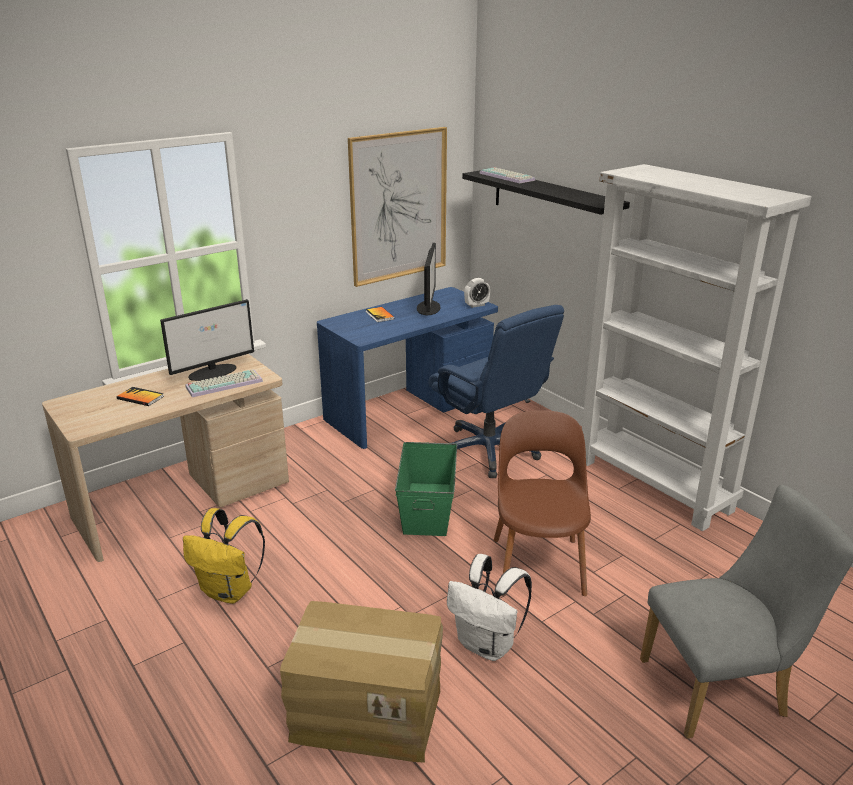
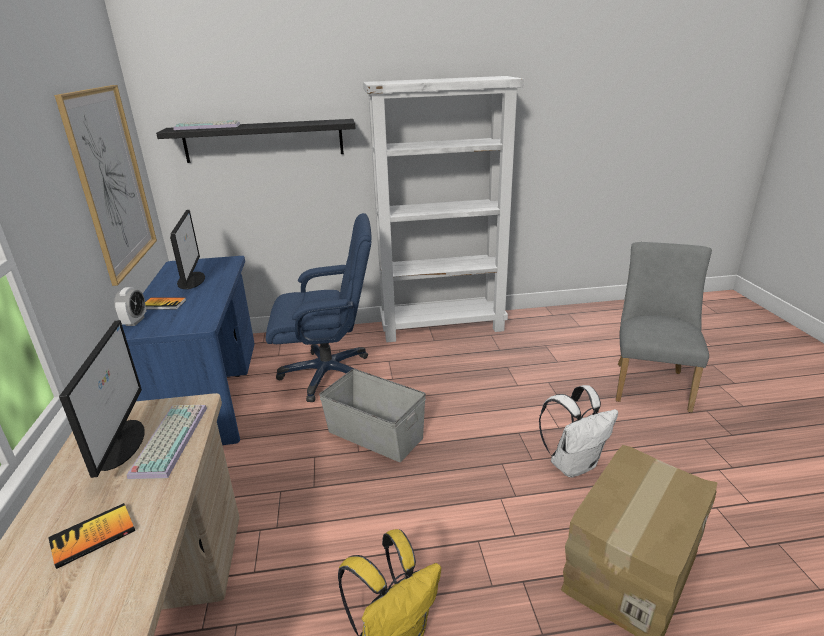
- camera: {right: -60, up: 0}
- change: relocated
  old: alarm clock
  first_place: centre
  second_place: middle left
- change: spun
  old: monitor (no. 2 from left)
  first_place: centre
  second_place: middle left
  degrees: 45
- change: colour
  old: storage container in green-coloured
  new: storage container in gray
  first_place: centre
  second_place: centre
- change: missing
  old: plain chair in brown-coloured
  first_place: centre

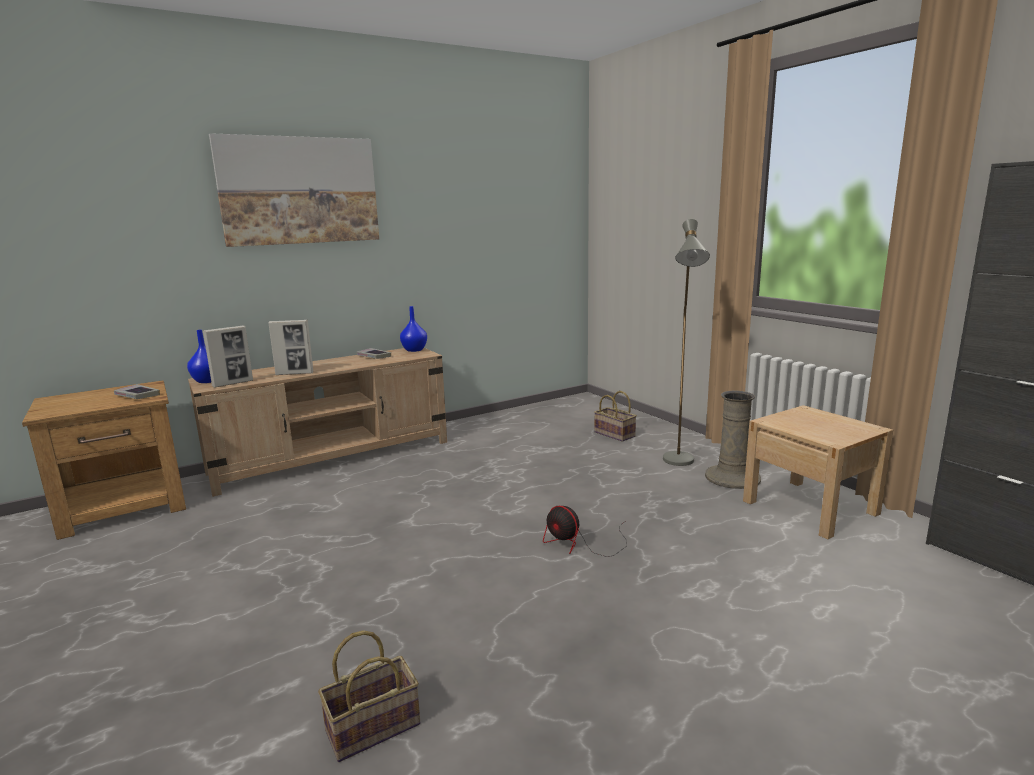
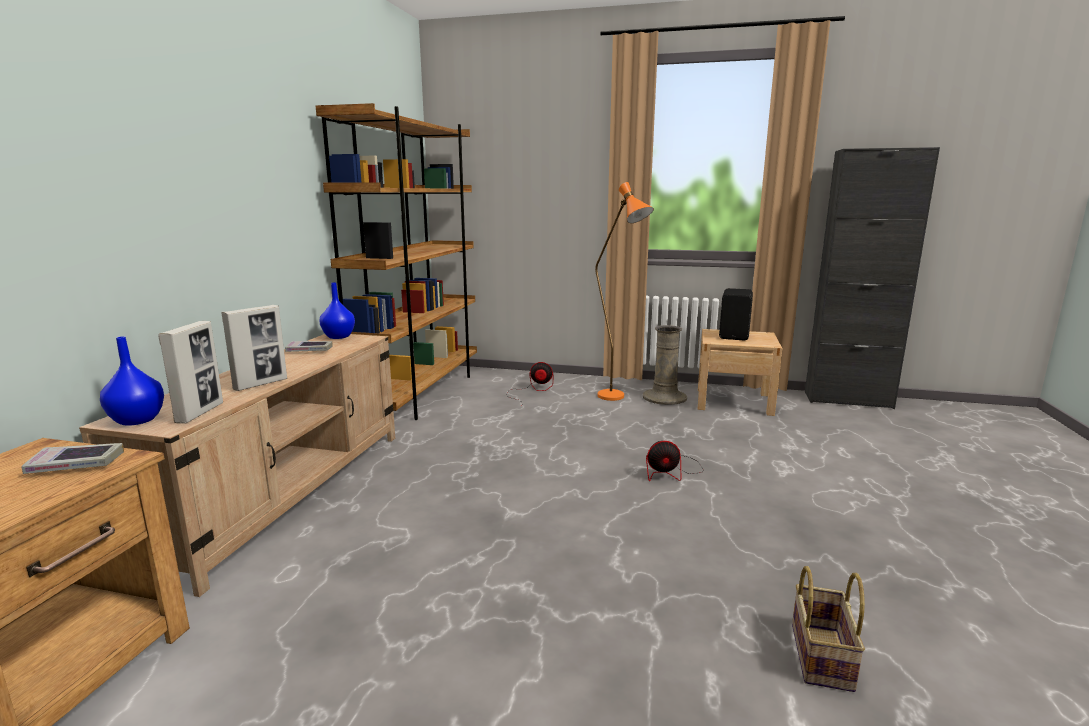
- camera: {right: -45, up: 0}
- change: appeared
  new: bookcase in brown-coloured
  second_place: centre
- change: exchanged
  old: basket (no. 2 from left)
  new: cooling fan (no. 1 from left)
  first_place: centre
  second_place: centre
- change: colour
  old: standing lamp in gray
  new: standing lamp in orangey
  first_place: centre
  second_place: centre
- change: appeared
  new: speaker in blackish
  second_place: middle right
- change: missing
  old: picture
  first_place: top left

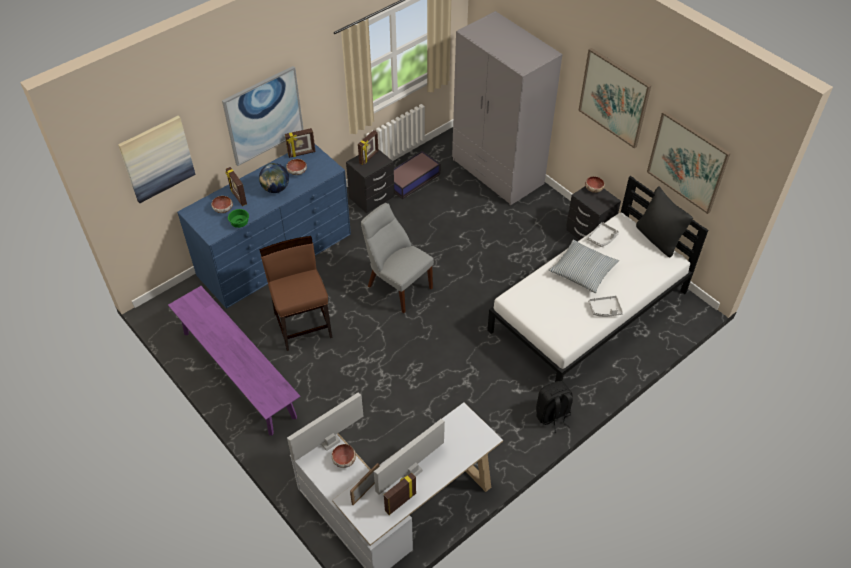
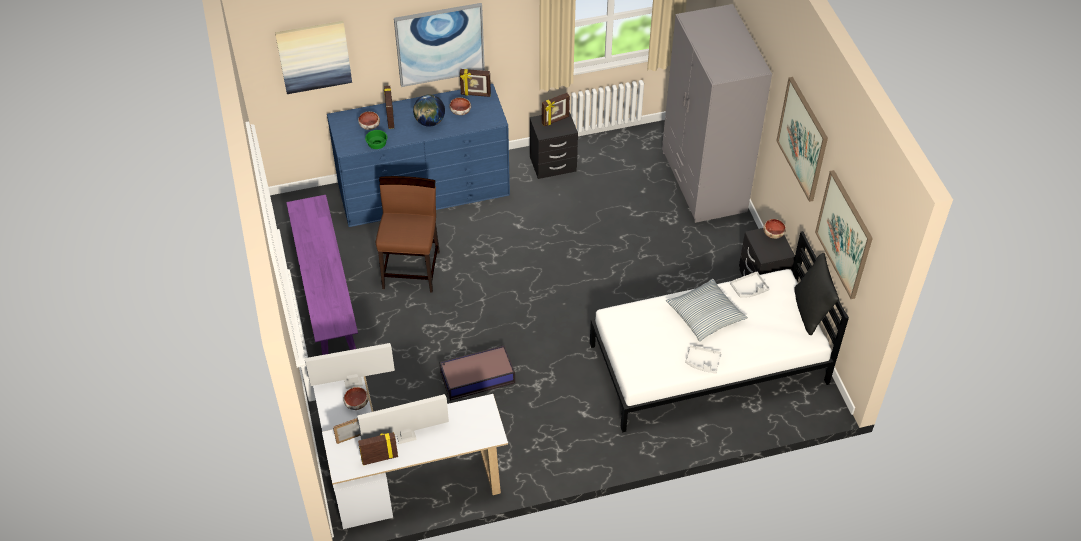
- camera: {right: 25, up: 0}
- change: relocated
  old: storage container
  first_place: top centre
  second_place: bottom centre
- change: missing
  old: plain chair in gray
  first_place: centre
- change: missing
  old: rucksack in blackish
  first_place: bottom centre

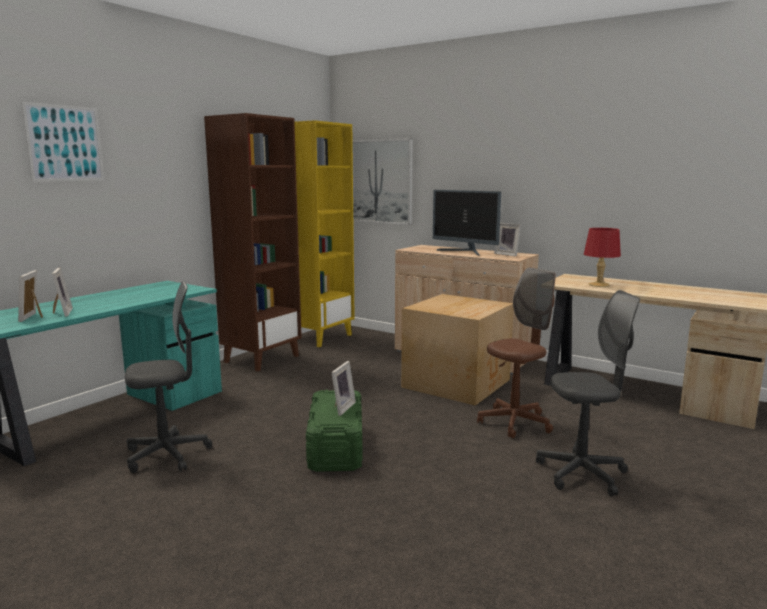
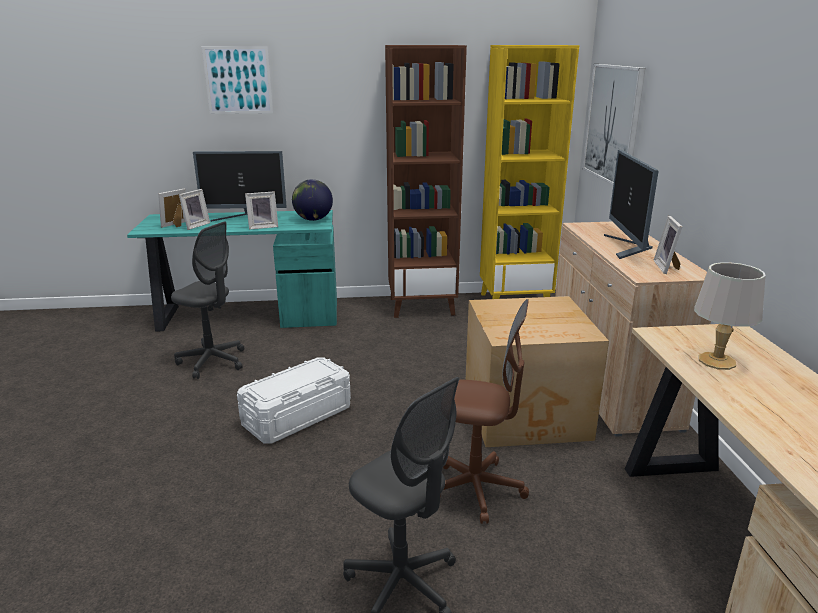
- camera: {right: 50, up: 10}
- change: appeared
  new: monitor (no. 1 from left)
  second_place: top left
- change: colour
  old: storage container in green-coloured
  new: storage container in white-coloured
  first_place: bottom centre
  second_place: centre
- change: relocated
  old: standing frame (no. 3 from left)
  first_place: centre
  second_place: middle left
- change: appeared
  new: world globe
  second_place: top centre
- change: colour
  old: table lamp in reddish
  new: table lamp in gray
  first_place: middle right
  second_place: middle right

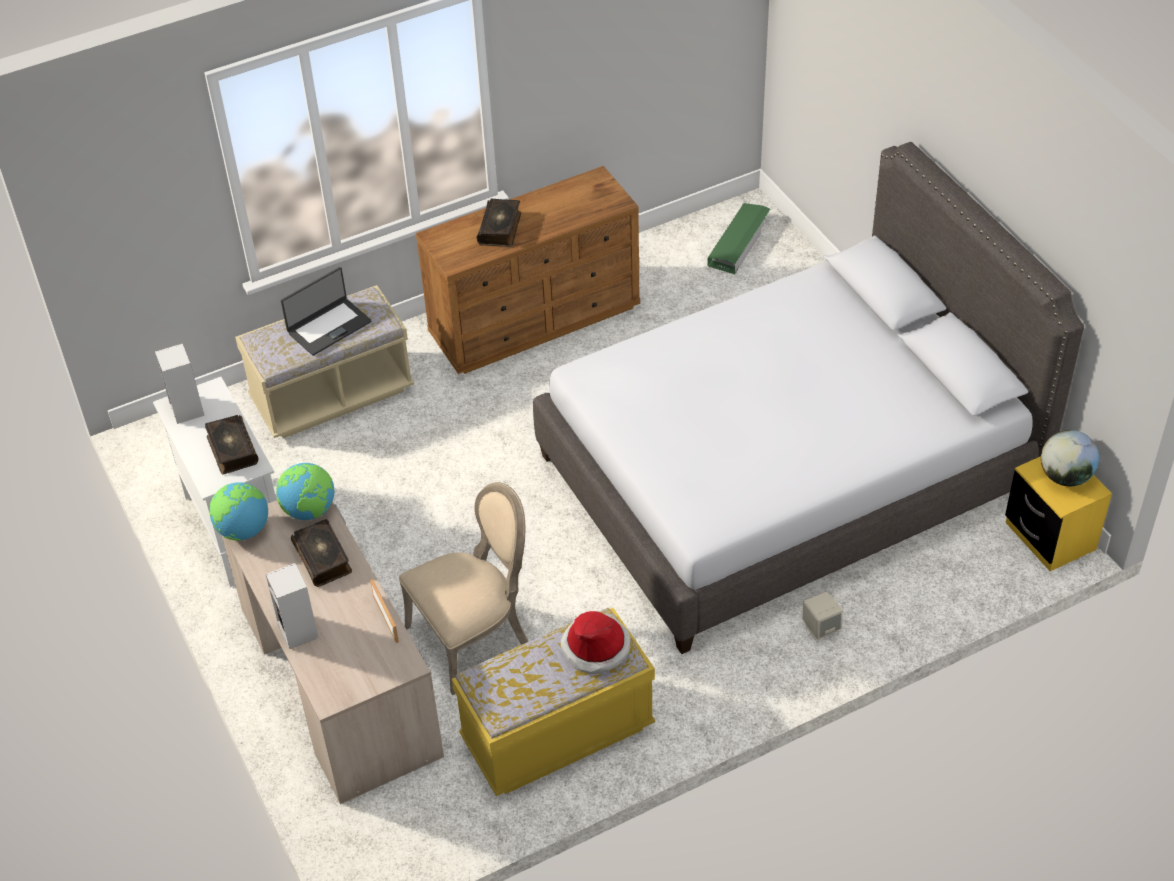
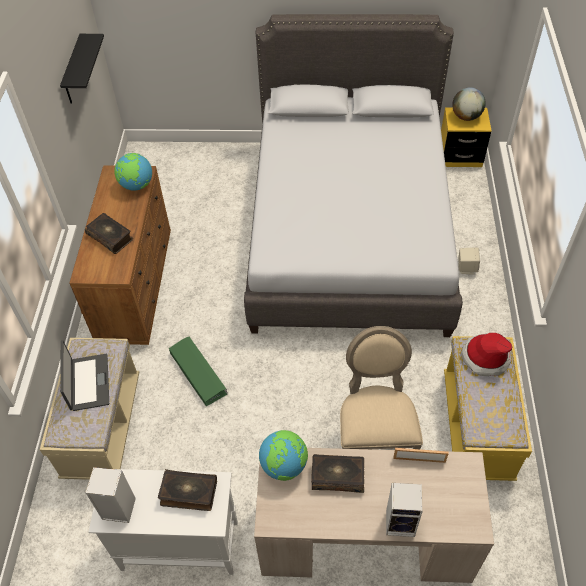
- camera: {right: -60, up: 5}
- change: appeared
  new: wall shelf in blackish
  second_place: top left
- change: relocated
  old: world globe (no. 1 from left)
  first_place: middle left
  second_place: top left
- change: relocated
  old: storage container in green-coloured
  first_place: top centre
  second_place: centre

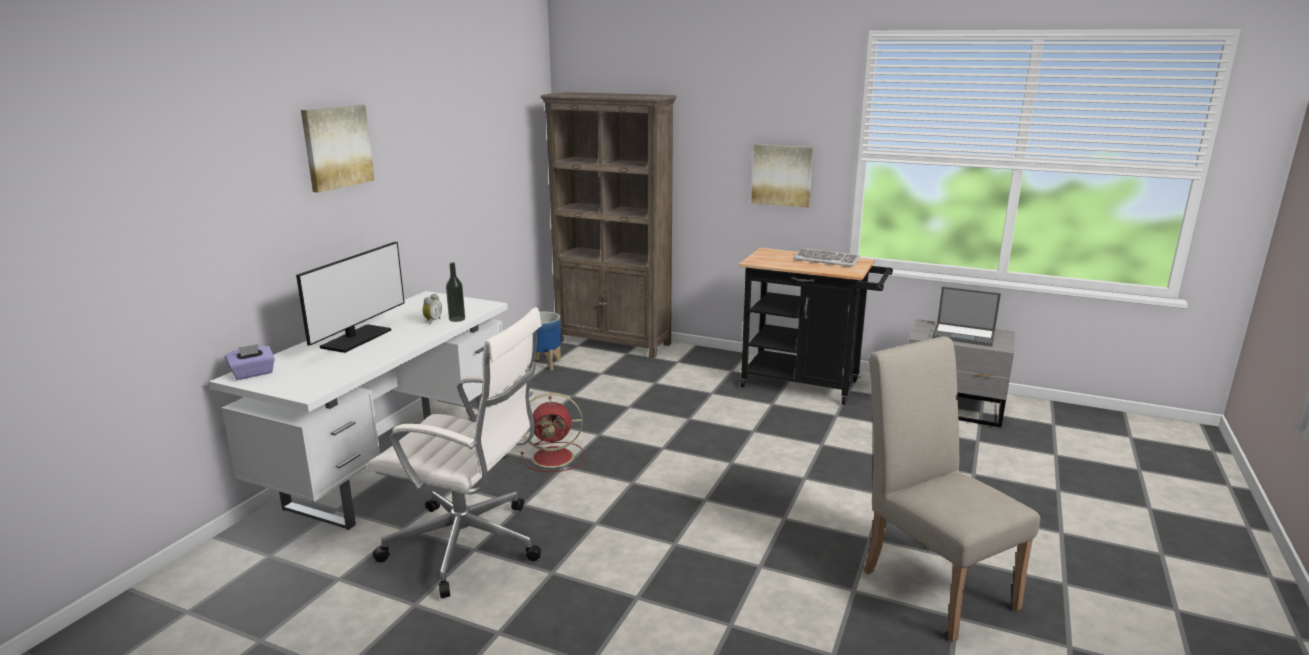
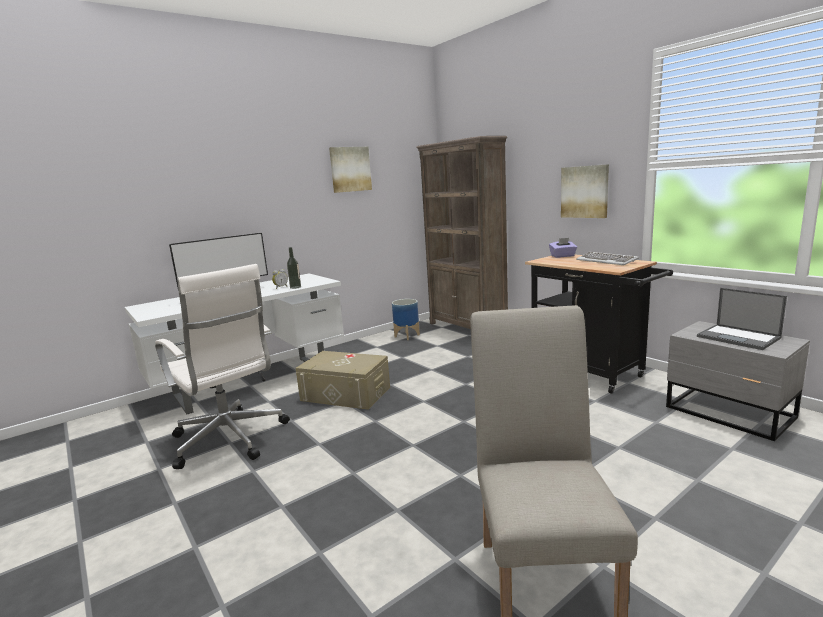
- camera: {right: 30, up: -5}
- change: exchanged
  old: cooling fan in reddish
  new: storage container in sand-coloured
  first_place: centre
  second_place: centre
- change: relocated
  old: picture (no. 1 from left)
  first_place: top left
  second_place: top centre
- change: relocated
  old: box of tissues in purple
  first_place: middle left
  second_place: middle right

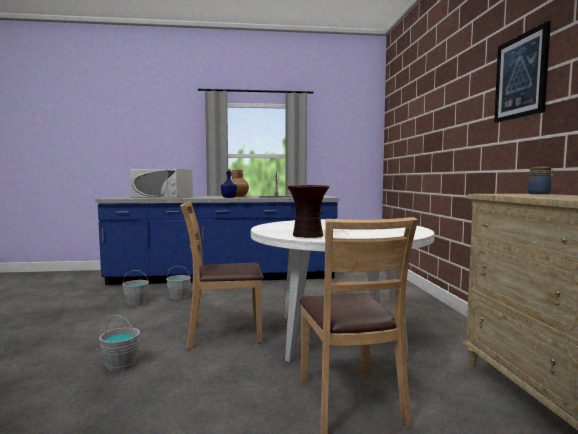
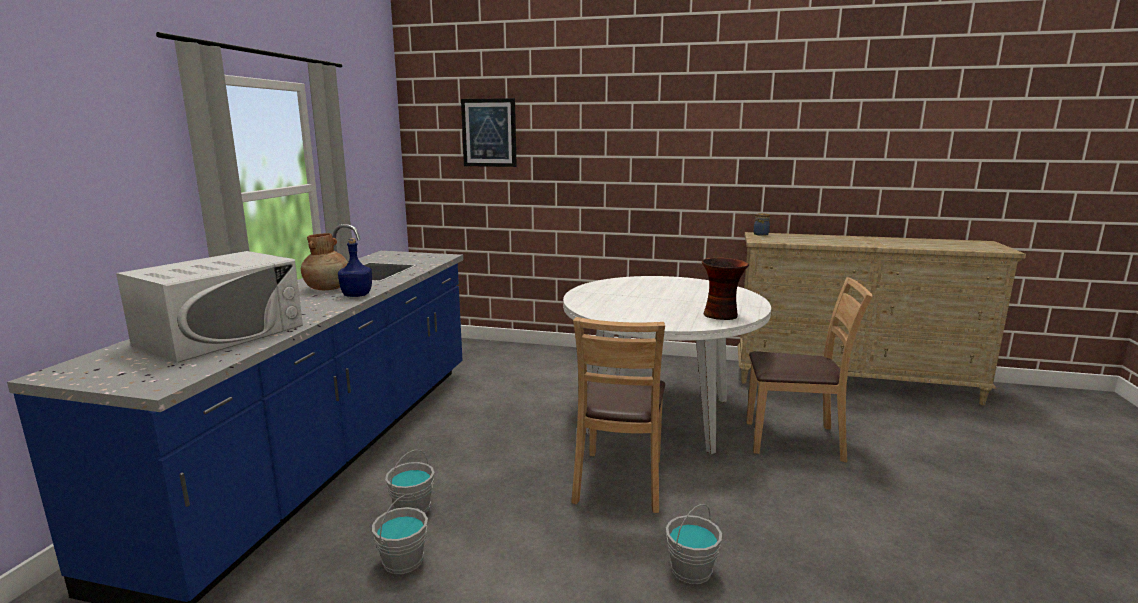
- camera: {right: -70, up: 10}
- change: relocated
  old: picture
  first_place: top right
  second_place: top centre

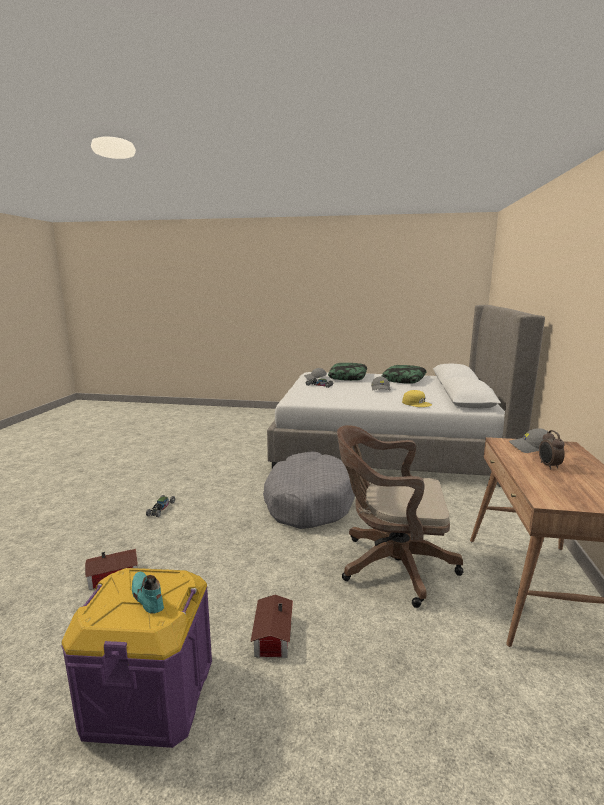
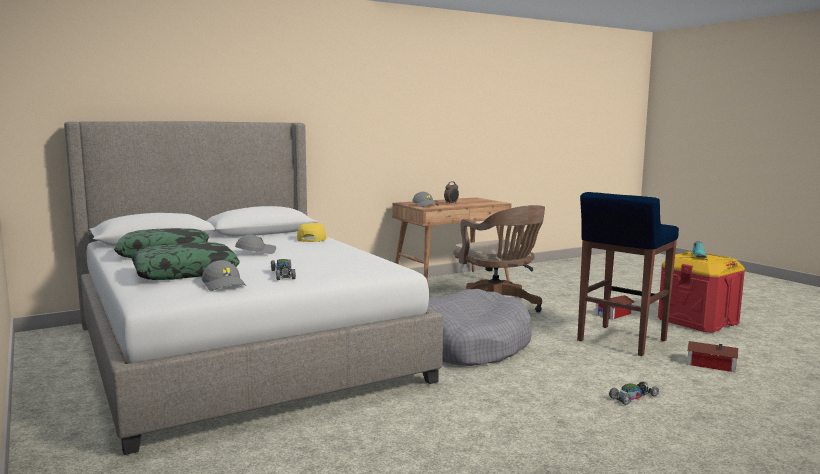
- camera: {right: -130, up: -5}
- change: appeared
  new: stool seat in blue
  second_place: middle right
- change: colour
  old: storage container in purple
  new: storage container in reddish
  first_place: bottom left
  second_place: middle right

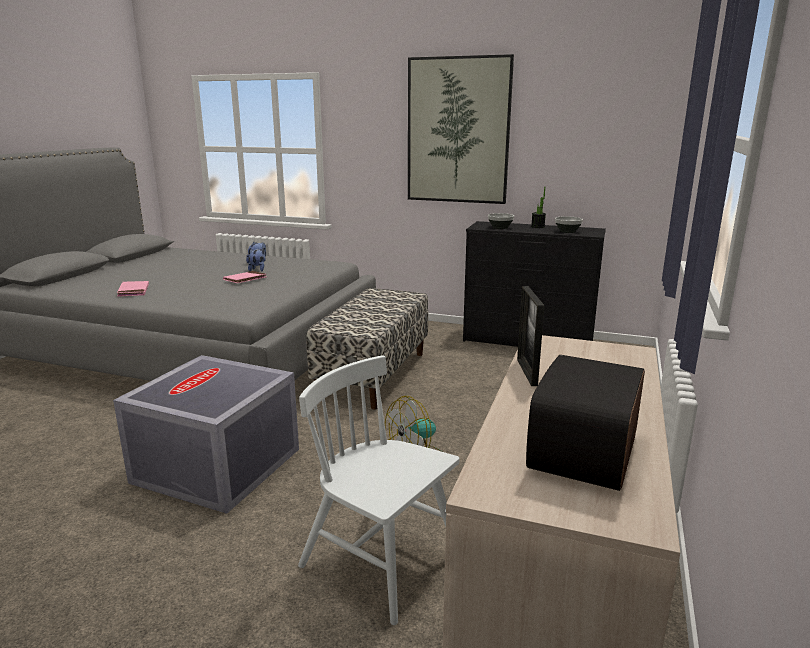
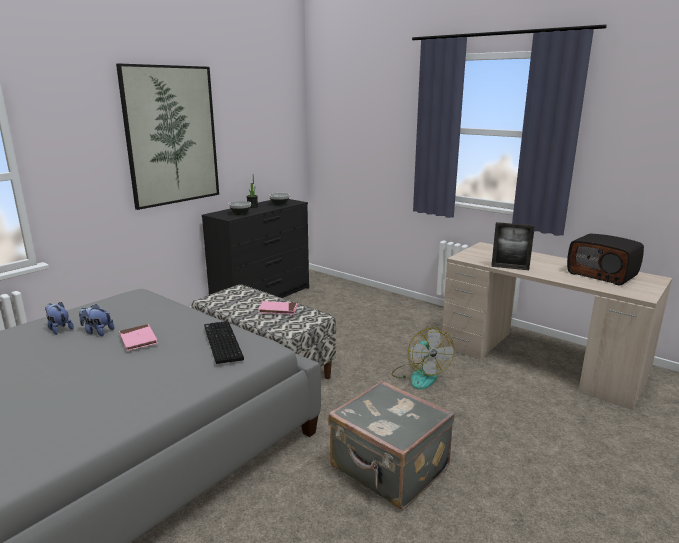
- camera: {right: -70, up: 0}
- change: appeared
  new: keyboard
  second_place: middle left
- change: relocated
  old: bound book in pink-coloured (no. 1 from left in the first image)
  new: bound book in pink-coloured (no. 2 from left)
  first_place: middle left
  second_place: centre
- change: exchanged
  old: storage container in gray
  new: travel case in gray
  first_place: bottom left
  second_place: bottom centre
- change: missing
  old: plain chair in white-coloured
  first_place: bottom centre

